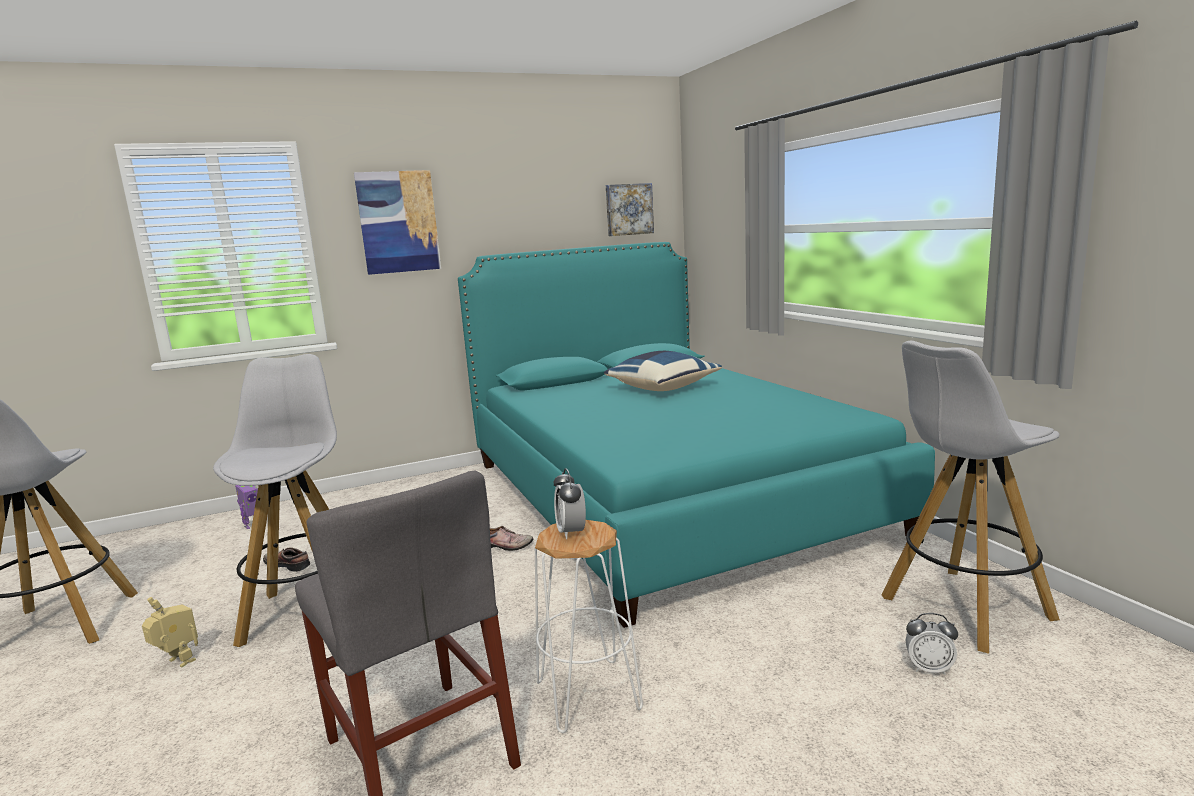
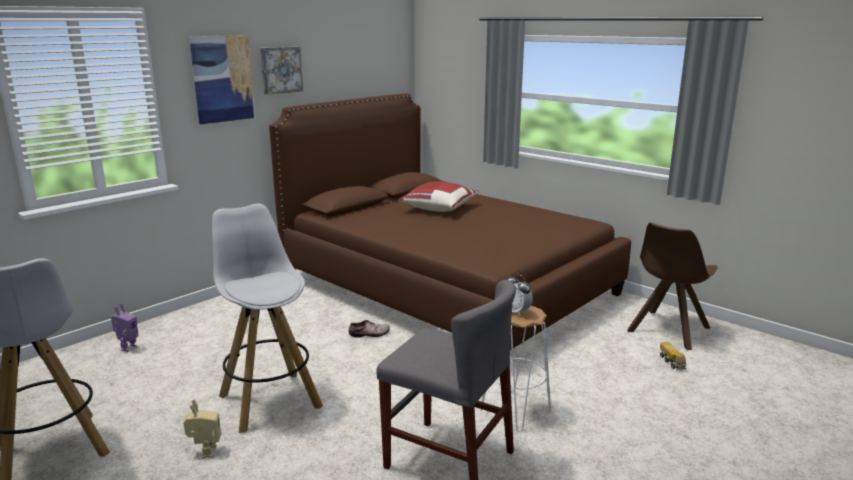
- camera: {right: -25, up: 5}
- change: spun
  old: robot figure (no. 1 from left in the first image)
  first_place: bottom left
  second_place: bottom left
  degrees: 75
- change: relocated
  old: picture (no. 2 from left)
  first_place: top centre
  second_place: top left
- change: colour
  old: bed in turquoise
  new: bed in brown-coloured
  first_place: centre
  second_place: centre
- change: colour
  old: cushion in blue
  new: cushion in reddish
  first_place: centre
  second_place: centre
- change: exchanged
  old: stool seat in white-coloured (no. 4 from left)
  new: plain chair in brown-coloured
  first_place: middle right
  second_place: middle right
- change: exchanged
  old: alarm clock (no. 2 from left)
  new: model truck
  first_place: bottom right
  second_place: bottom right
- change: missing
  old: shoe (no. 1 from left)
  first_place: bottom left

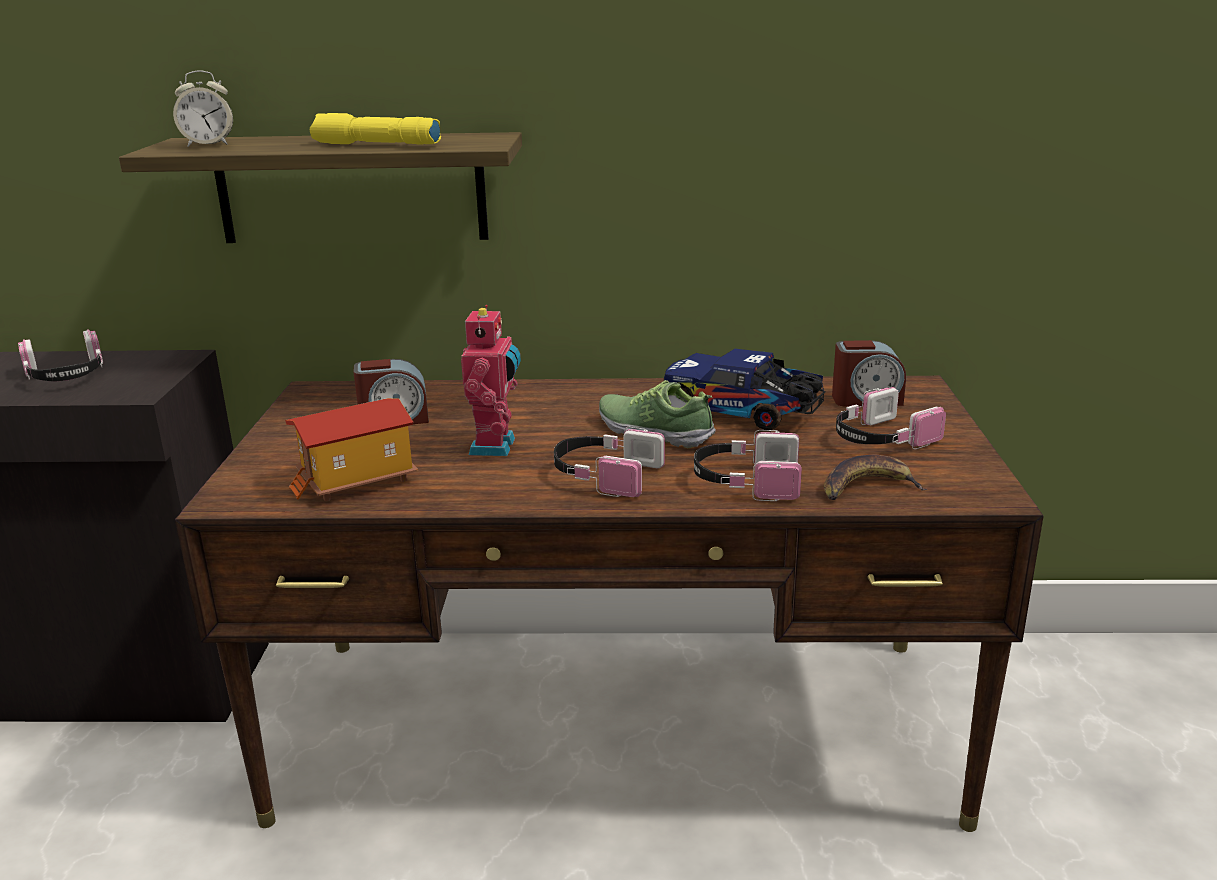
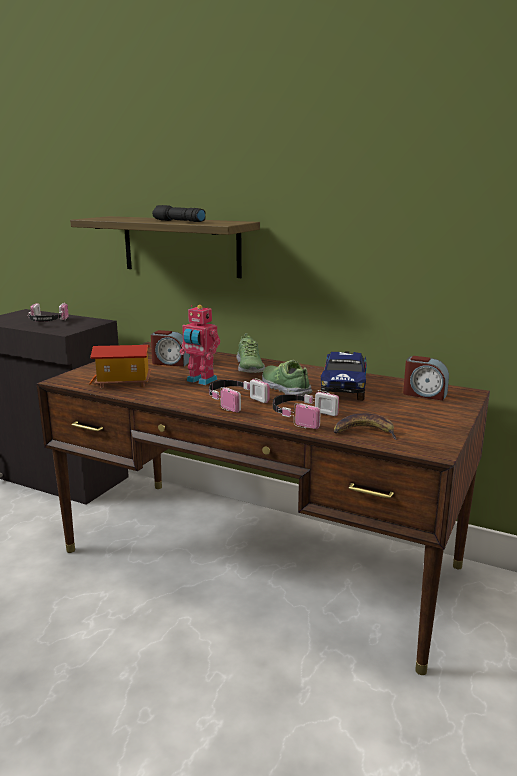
- camera: {right: 25, up: -5}
- change: colour
  old: flashlight in yellow
  new: flashlight in blackish
  first_place: top left
  second_place: top centre
- change: spun
  old: robot figure
  first_place: centre
  second_place: centre
  degrees: 90
- change: appeared
  new: shoe (no. 1 from left)
  second_place: centre
- change: spun
  old: model truck
  first_place: centre
  second_place: centre
  degrees: -135
- change: missing
  old: alarm clock (no. 1 from left)
  first_place: top left
- change: missing
  old: headphones (no. 4 from left)
  first_place: middle right

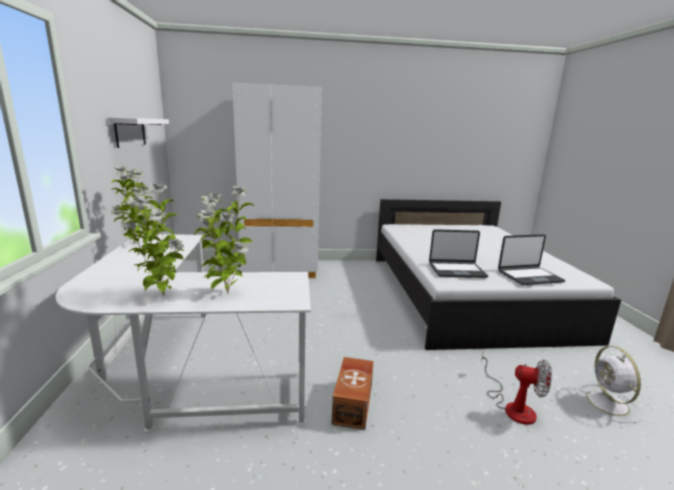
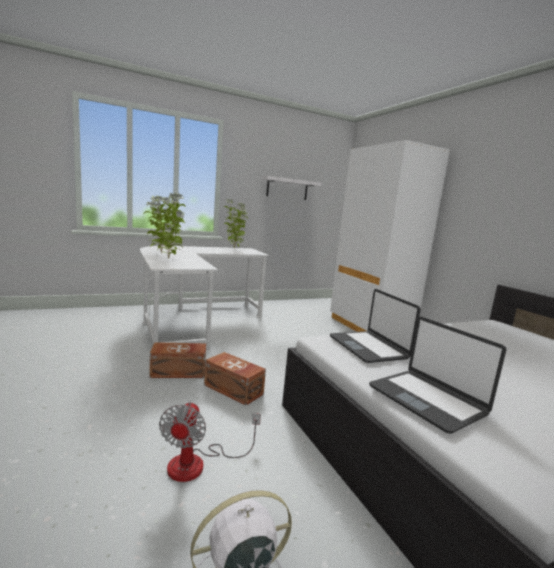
- camera: {right: 70, up: -5}
- change: appeared
  new: storage container in brown-coloured (no. 2 from left)
  second_place: bottom centre

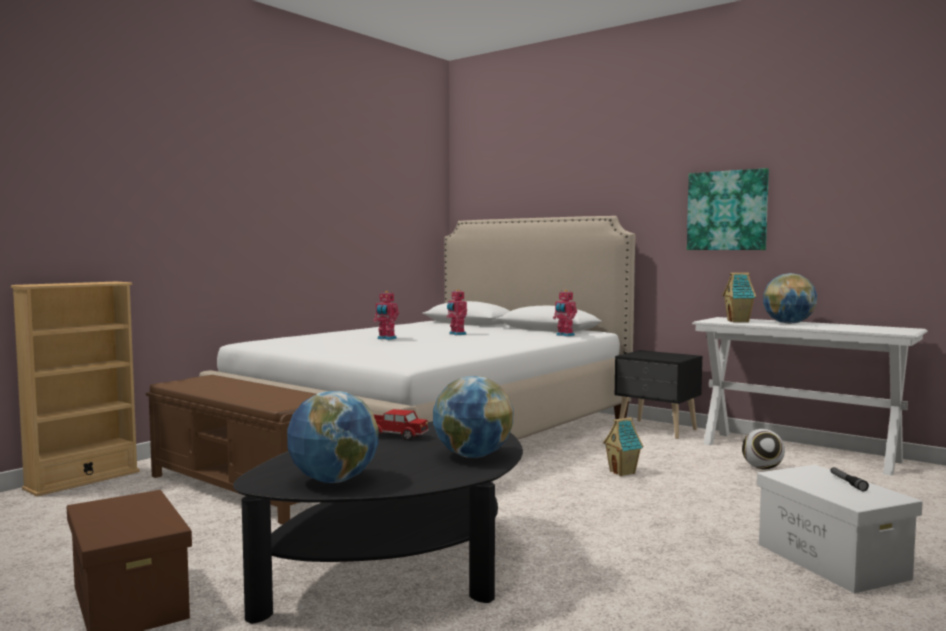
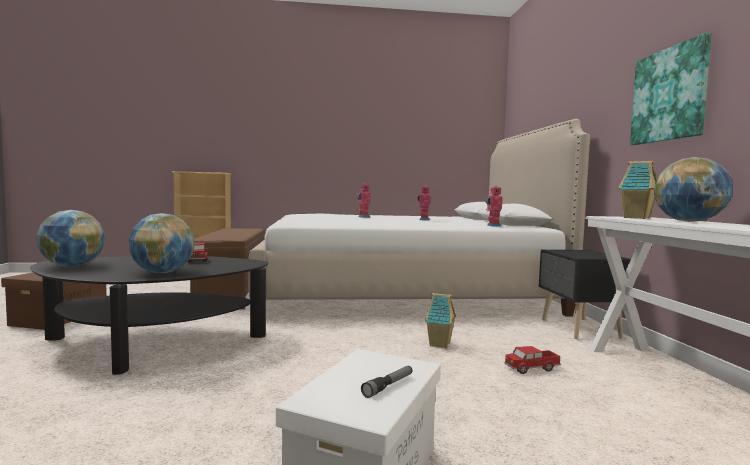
- camera: {right: 45, up: 0}
- change: appeared
  new: model truck (no. 2 from left)
  second_place: bottom right
- change: missing
  old: football ball
  first_place: bottom right

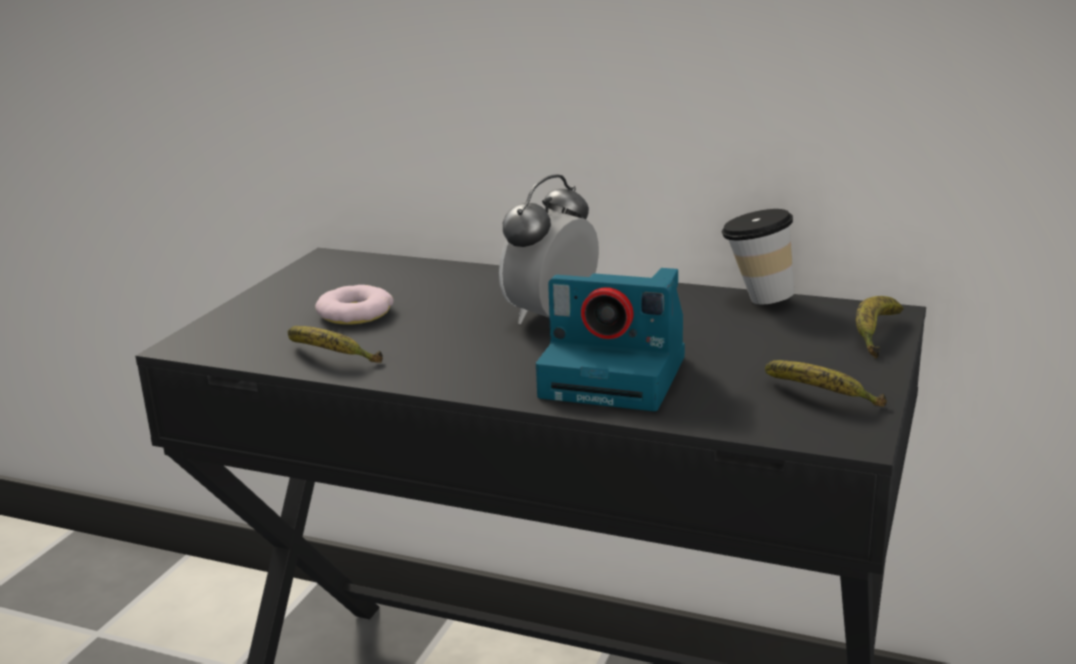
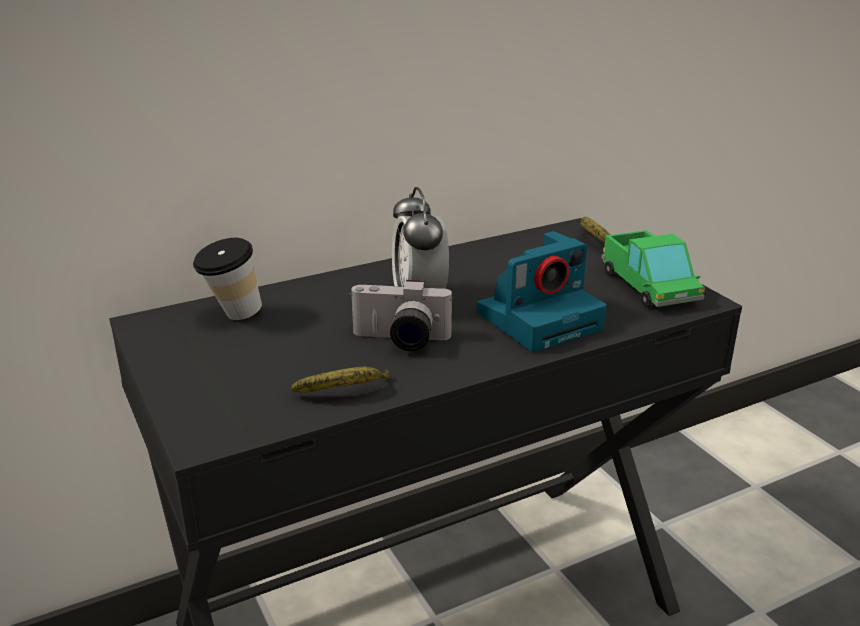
- camera: {right: -50, up: 5}
- change: relocated
  old: cup
  first_place: middle right
  second_place: middle left
- change: appeared
  new: still camera (no. 1 from left)
  second_place: centre
- change: exchanged
  old: banana (no. 2 from left)
  new: model truck
  first_place: middle right
  second_place: middle right
- change: missing
  old: doughnut
  first_place: middle left

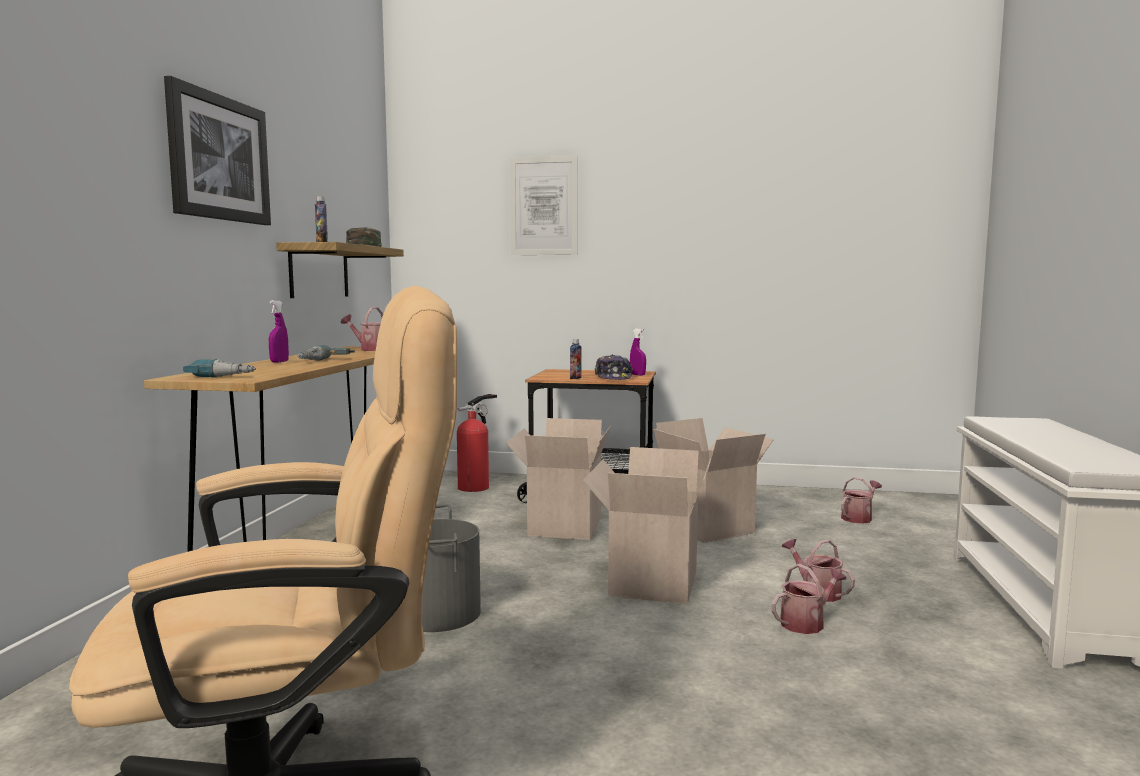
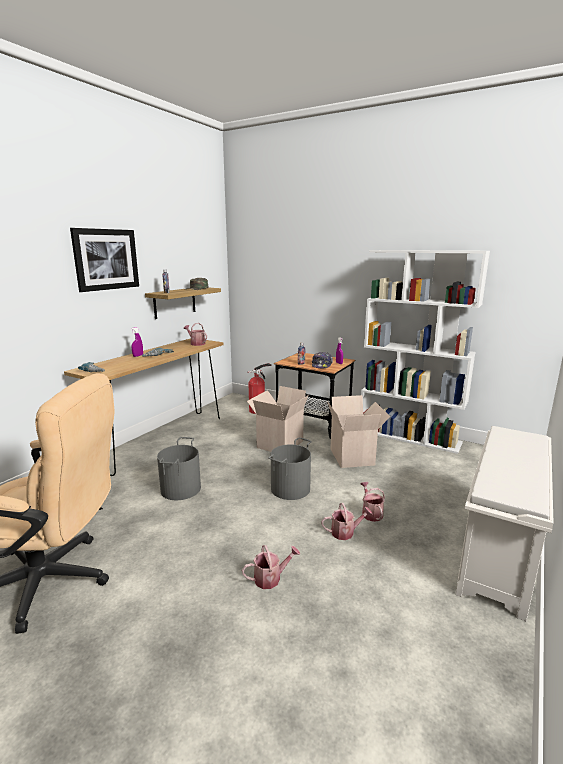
- camera: {right: 20, up: 10}
- change: relocated
  old: watering pot (no. 4 from left in the first image)
  new: watering pot (no. 2 from left)
  first_place: middle right
  second_place: bottom centre
- change: exchanged
  old: cardboard box (no. 2 from left)
  new: bucket in gray (no. 2 from left)
  first_place: bottom centre
  second_place: centre
- change: appeared
  new: bookcase in white-coloured
  second_place: middle right
- change: missing
  old: picture (no. 2 from left)
  first_place: top centre

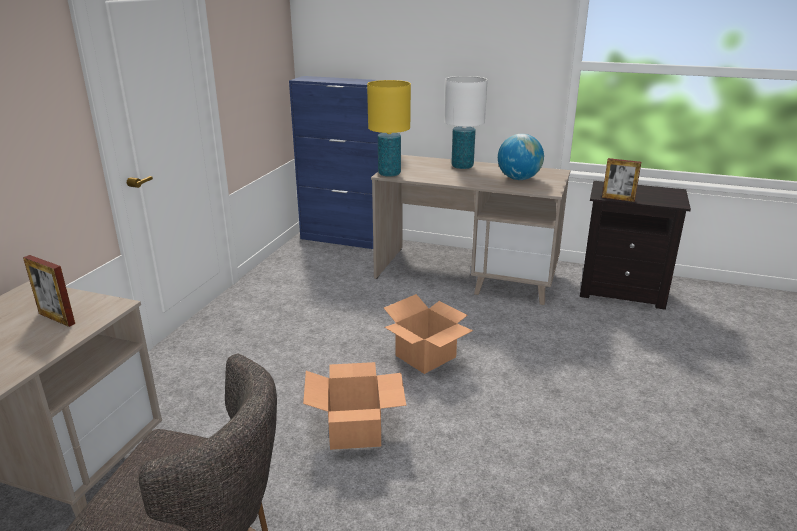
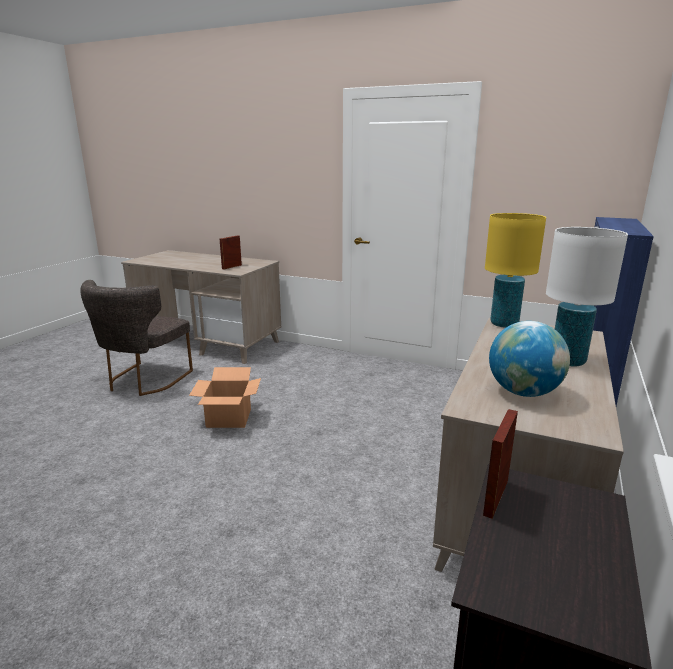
- camera: {right: 95, up: -5}
- change: missing
  old: cardboard box (no. 2 from left)
  first_place: centre

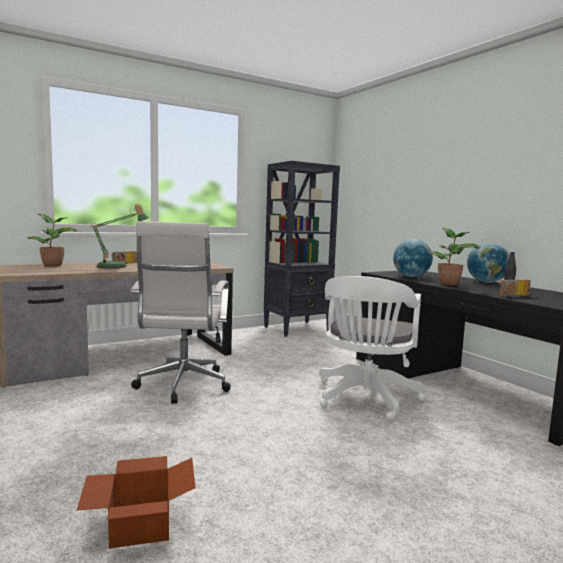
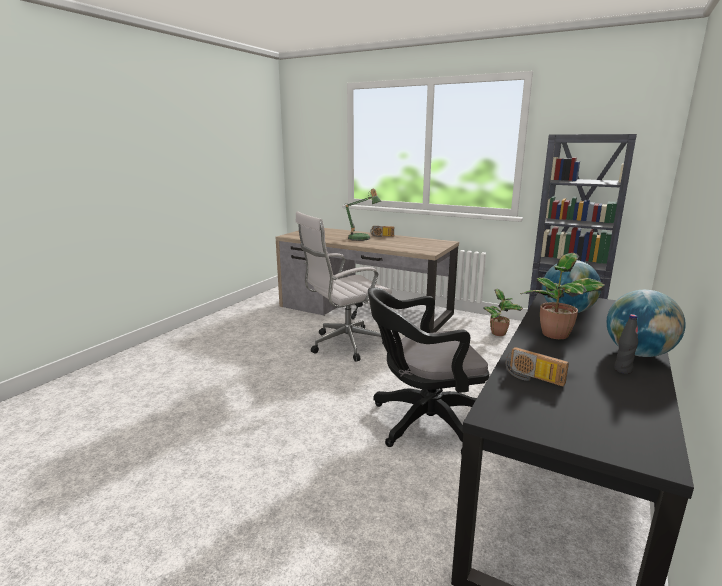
- camera: {right: 60, up: 10}
- change: colour
  old: computer chair in white-coloured (no. 2 from left)
  new: computer chair in blackish
  first_place: centre
  second_place: centre
- change: relocated
  old: plant in a pot (no. 1 from left)
  first_place: middle left
  second_place: middle right
- change: missing
  old: cardboard box
  first_place: bottom left

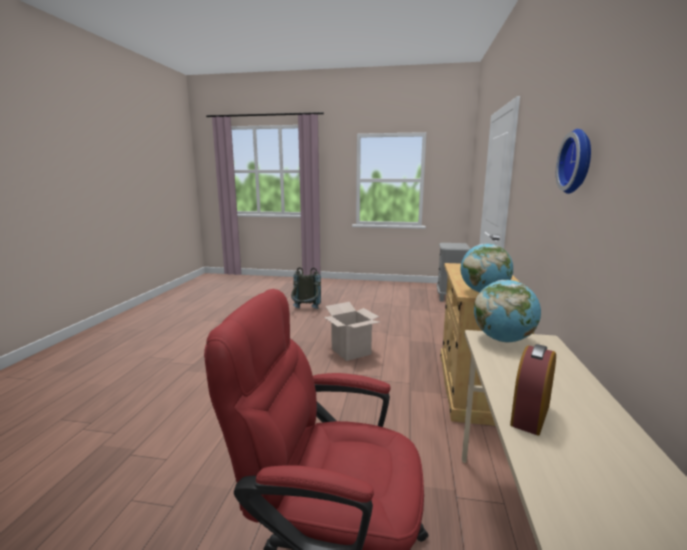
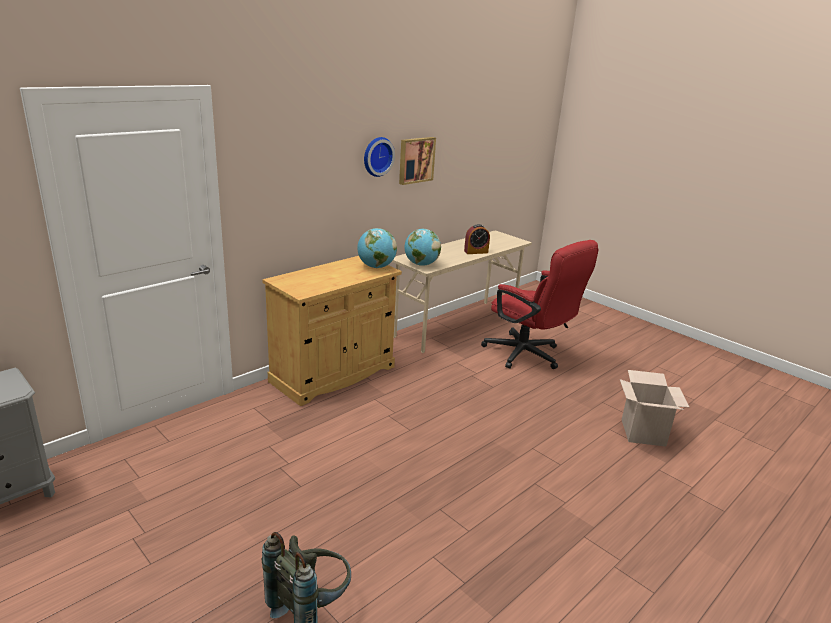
- camera: {right: -145, up: 10}
- change: appeared
  new: picture
  second_place: top centre
- change: relocated
  old: cardboard box
  first_place: centre
  second_place: middle right

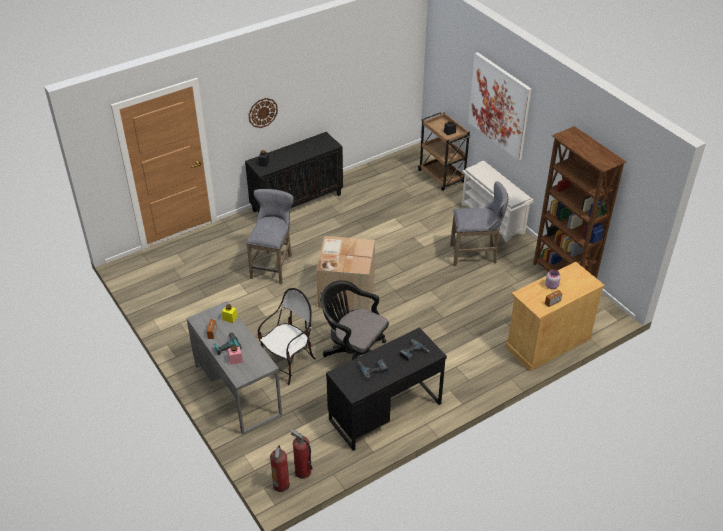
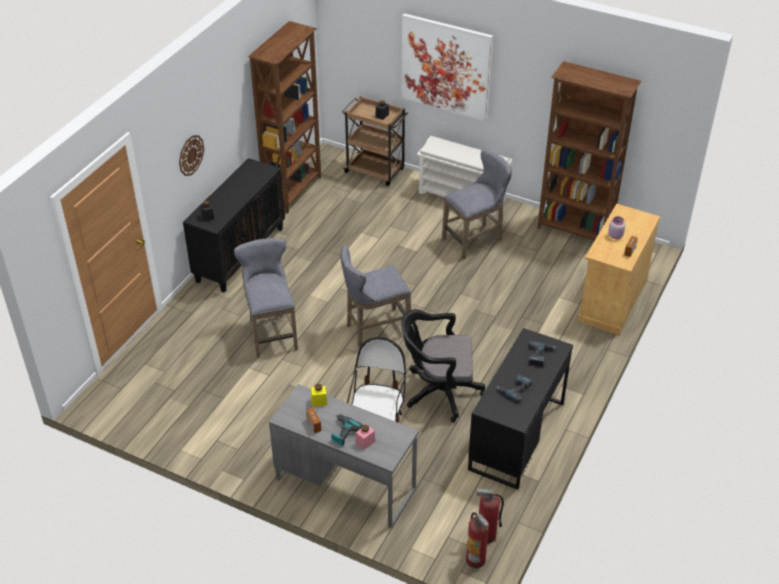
- camera: {right: -30, up: 0}
- change: appeared
  new: bookcase in brown-coloured (no. 1 from left)
  second_place: top centre
- change: exchanged
  old: cardboard box
  new: stool seat in gray (no. 2 from left)
  first_place: centre
  second_place: centre

